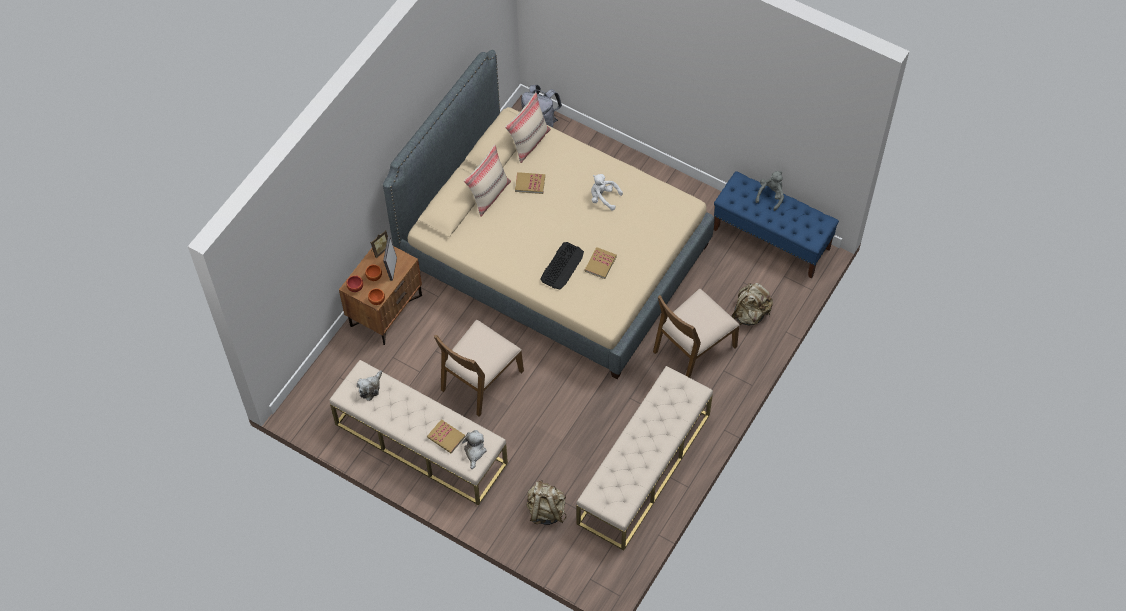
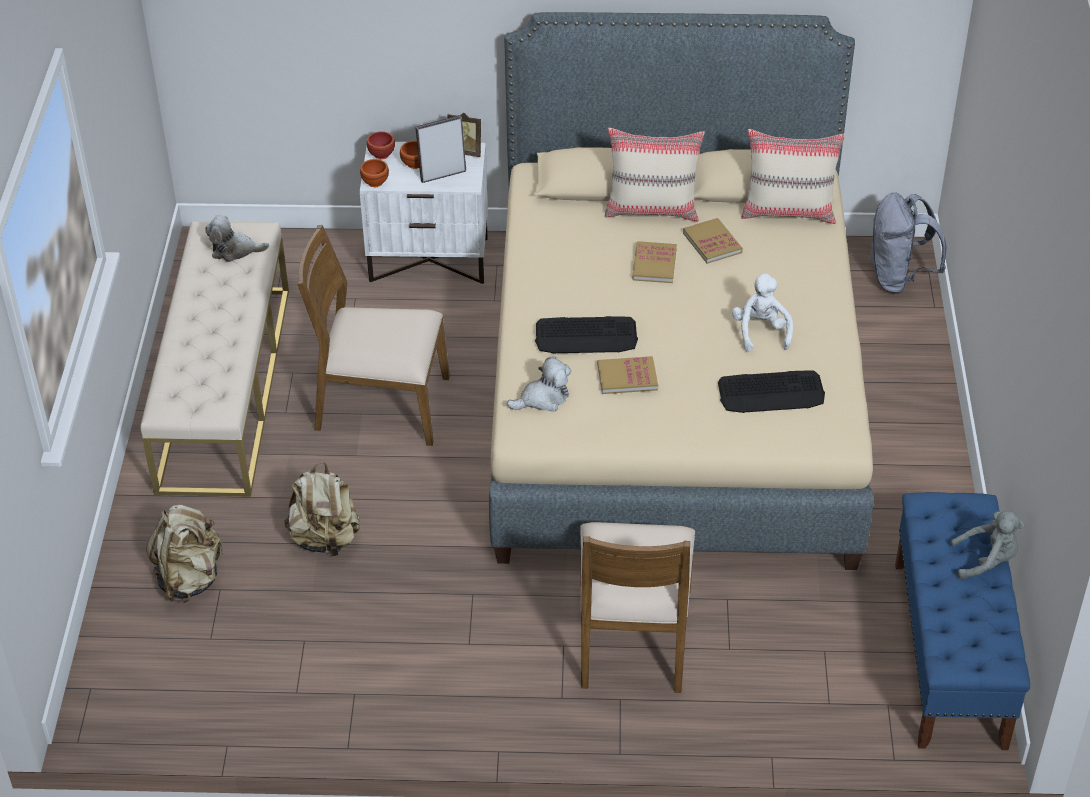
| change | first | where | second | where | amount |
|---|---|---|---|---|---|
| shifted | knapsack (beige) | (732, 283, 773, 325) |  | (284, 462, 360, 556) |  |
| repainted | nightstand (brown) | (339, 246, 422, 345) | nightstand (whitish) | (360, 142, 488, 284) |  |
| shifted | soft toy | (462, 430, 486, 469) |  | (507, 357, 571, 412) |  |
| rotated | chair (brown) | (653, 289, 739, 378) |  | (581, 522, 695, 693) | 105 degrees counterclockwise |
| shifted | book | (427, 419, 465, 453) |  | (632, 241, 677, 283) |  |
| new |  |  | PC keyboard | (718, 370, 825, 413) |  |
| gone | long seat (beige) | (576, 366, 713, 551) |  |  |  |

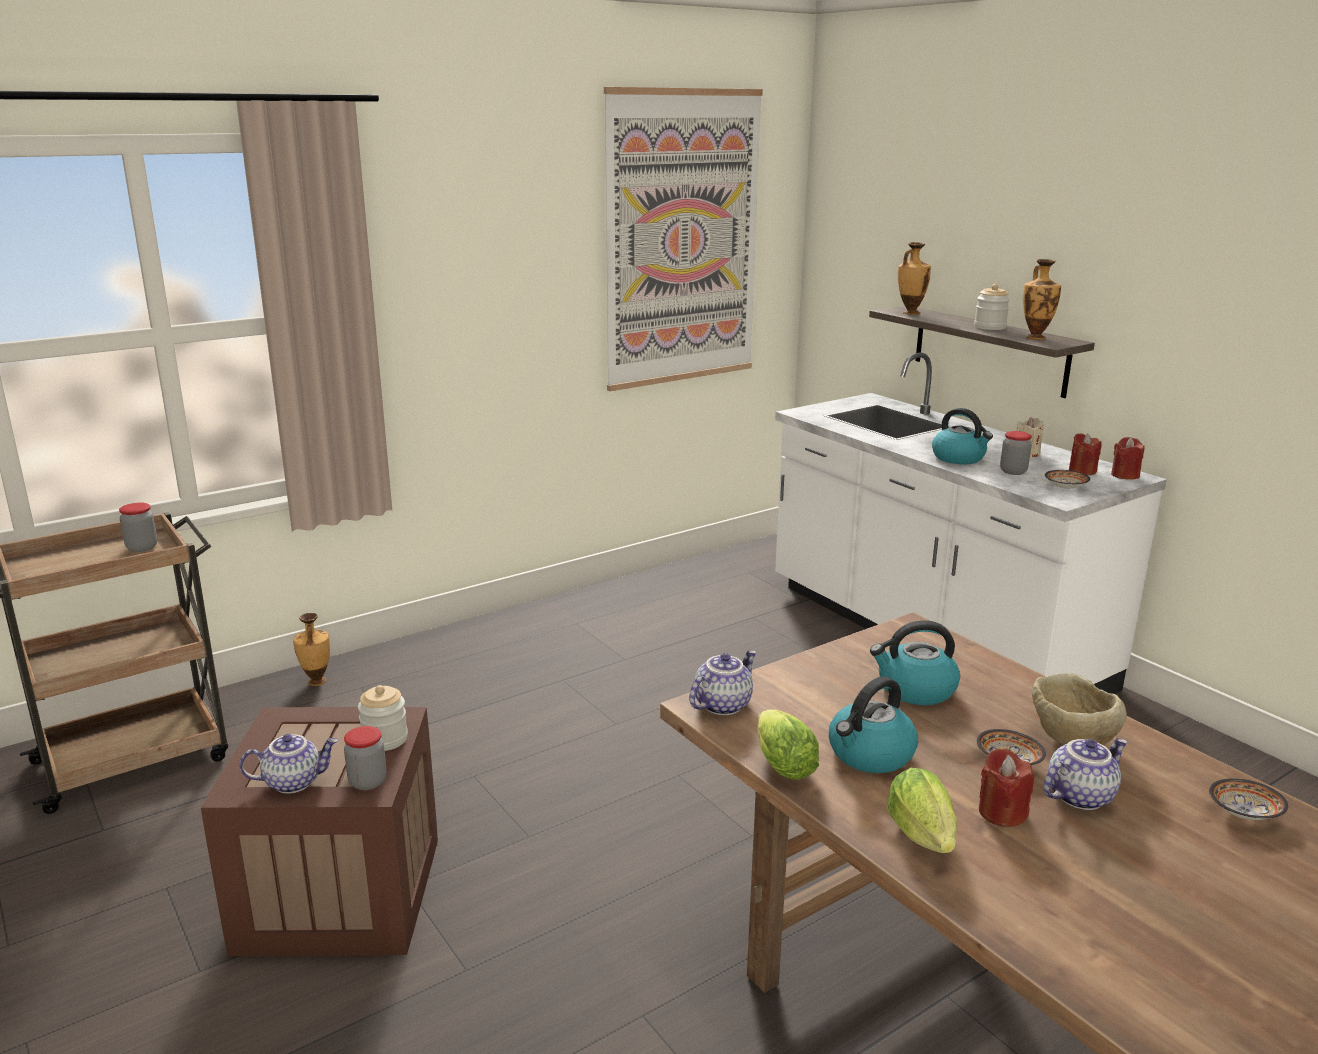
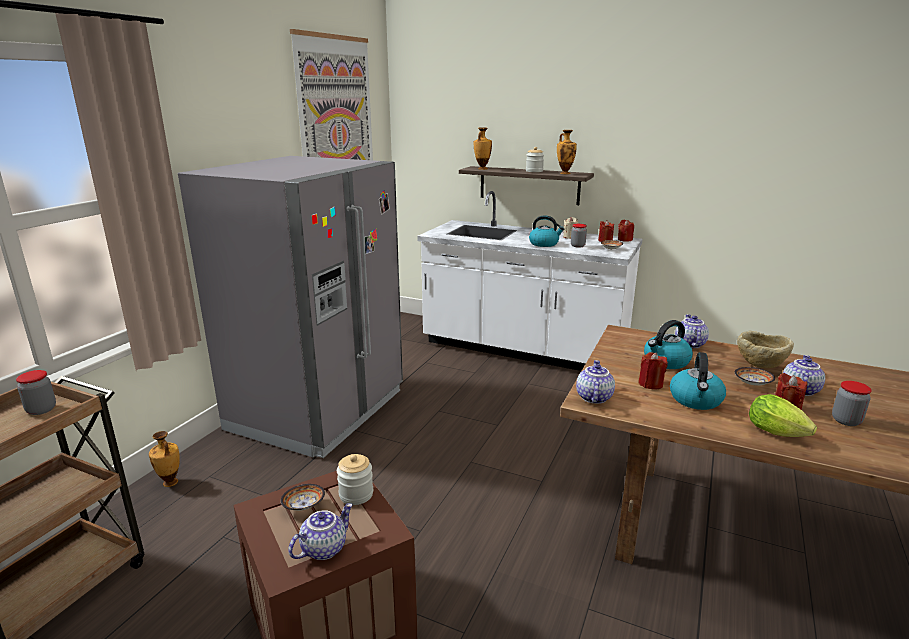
| change | first | where | second | where | amount |
|---|---|---|---|---|---|
| new |  |  | fridge (grey) | (178, 156, 403, 458) |  |
| shifted | serving bowl | (1209, 778, 1288, 820) |  | (280, 484, 325, 511) |  |
| new |  |  | wax light (red-coloured) | (638, 352, 668, 390) |  |
| new |  |  | teapot | (675, 314, 709, 348) |  |
| shifted | preserve jar | (344, 726, 387, 790) |  | (832, 381, 872, 426) |  |
| gone | lettuce head | (758, 709, 819, 780) |  |  |  |

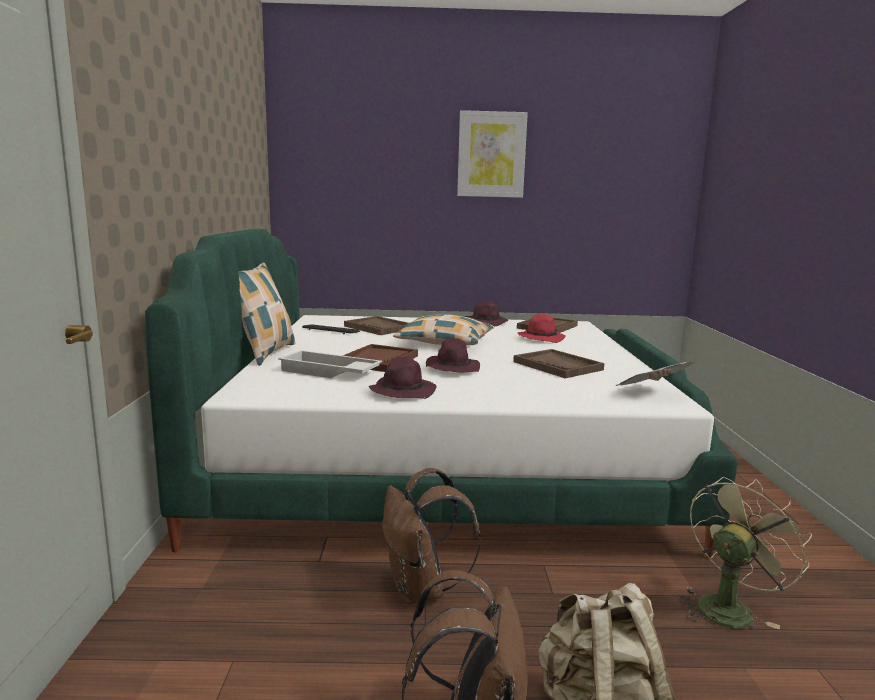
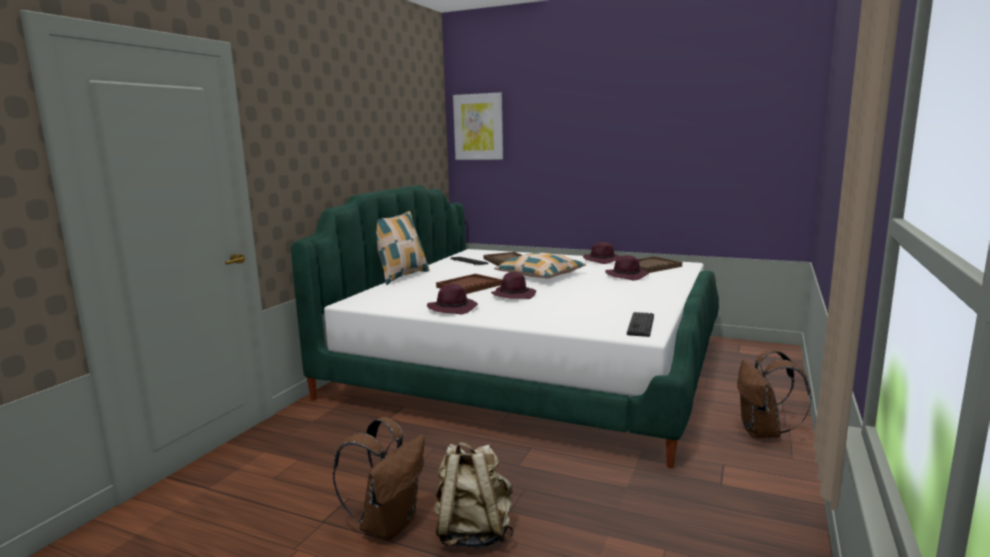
| change | first | where | second | where | amount |
|---|---|---|---|---|---|
| shifted | wall art | (457, 110, 528, 198) |  | (453, 92, 503, 160) |  |
| repainted | wearable hat (red-coloured) | (517, 314, 566, 343) | wearable hat (purplish) | (605, 255, 649, 281) |  |
| swapped | daily paper | (615, 361, 695, 386) | PC keyboard | (627, 312, 654, 337) |  |
| shifted | knapsack (brown) | (382, 468, 481, 604) |  | (737, 350, 812, 438) |  |
| gone | serving tray (whitish) | (278, 350, 382, 378) |  |  |  |
| gone | serving tray (brown) | (513, 349, 604, 378) |  |  |  |
| gone | electric fan (green) | (679, 477, 812, 629) |  |  |  |

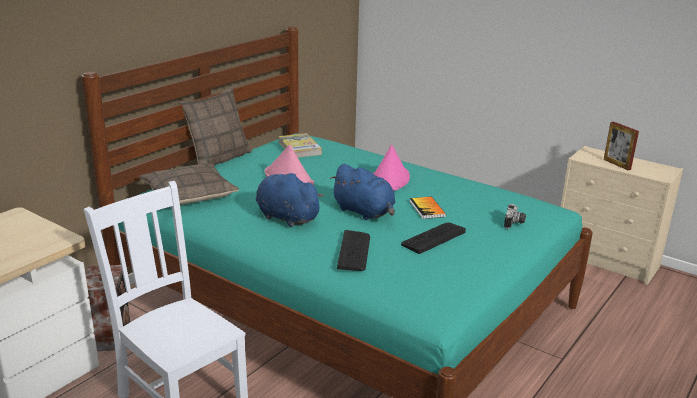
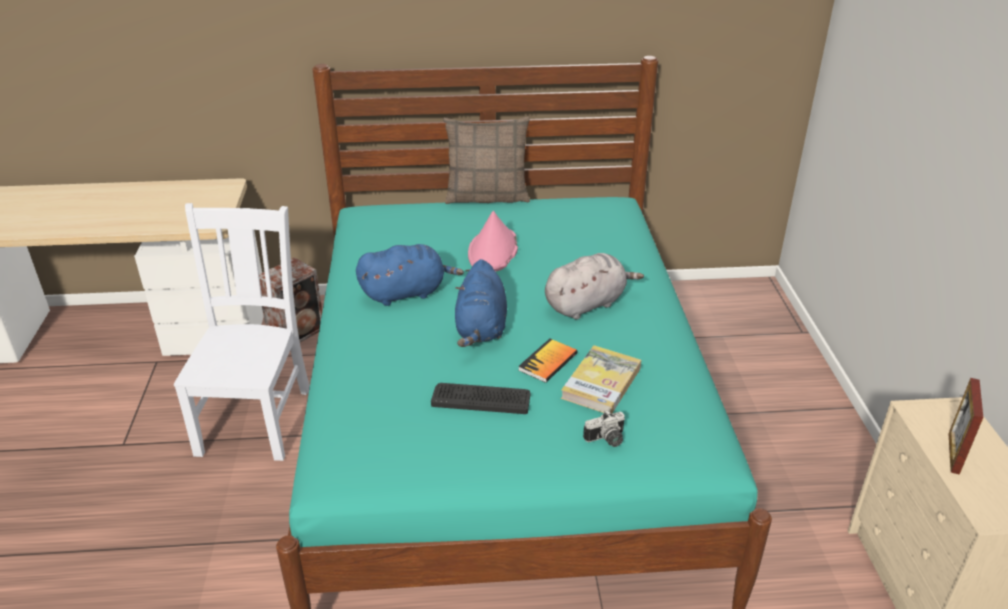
| change | first | where | second | where | amount |
|---|---|---|---|---|---|
| rotated | soft toy (blue) | (256, 173, 324, 227) |  | (356, 244, 464, 306) | 75 degrees clockwise |
| swapped | wearable hat (pink-coloured) | (373, 145, 410, 191) | soft toy (grey) | (545, 253, 644, 320) |  |
| shifted | book | (278, 133, 322, 158) |  | (561, 345, 641, 414) |  |
| gone | throw pillow | (139, 163, 239, 205) |  |  |  |
| gone | PC keyboard | (337, 230, 370, 271) |  |  |  |

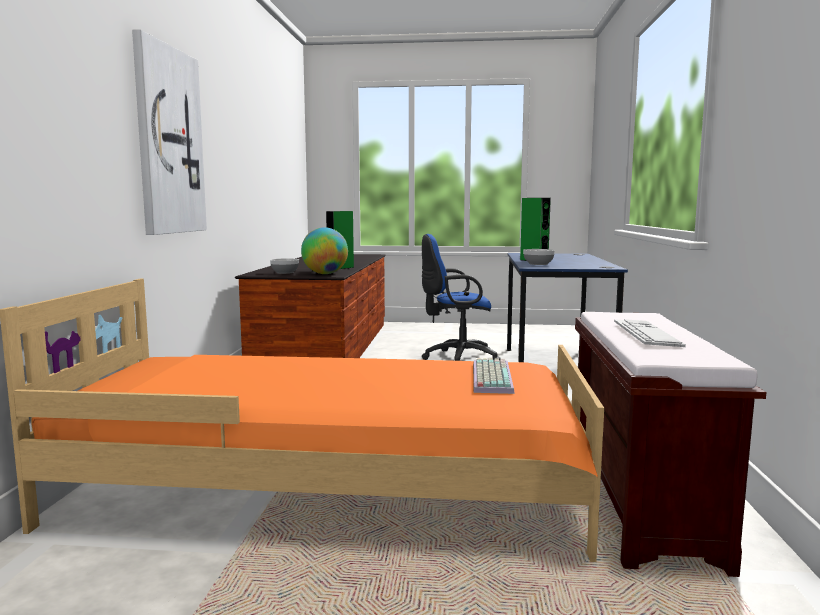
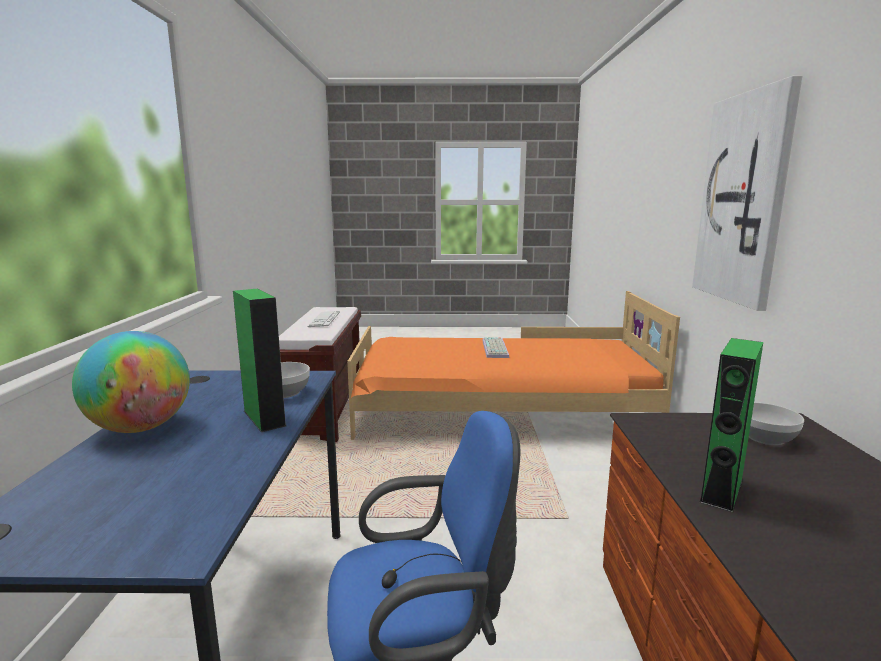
| change | first | where | second | where | amount |
|---|---|---|---|---|---|
| shifted | globe | (301, 227, 348, 274) |  | (72, 331, 190, 433) |  |
| shifted | PC keyboard | (473, 358, 515, 394) |  | (482, 337, 509, 358) |  |

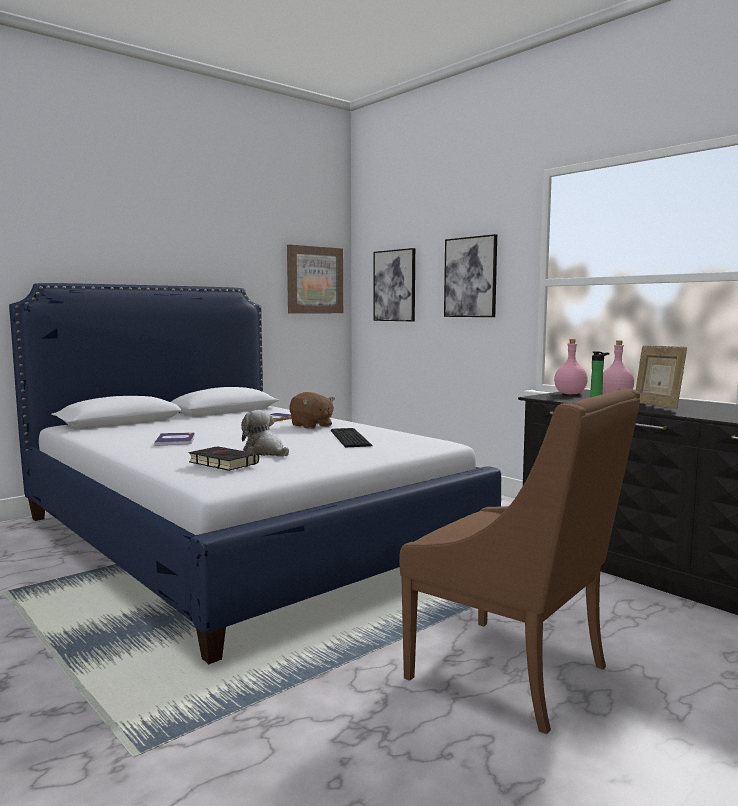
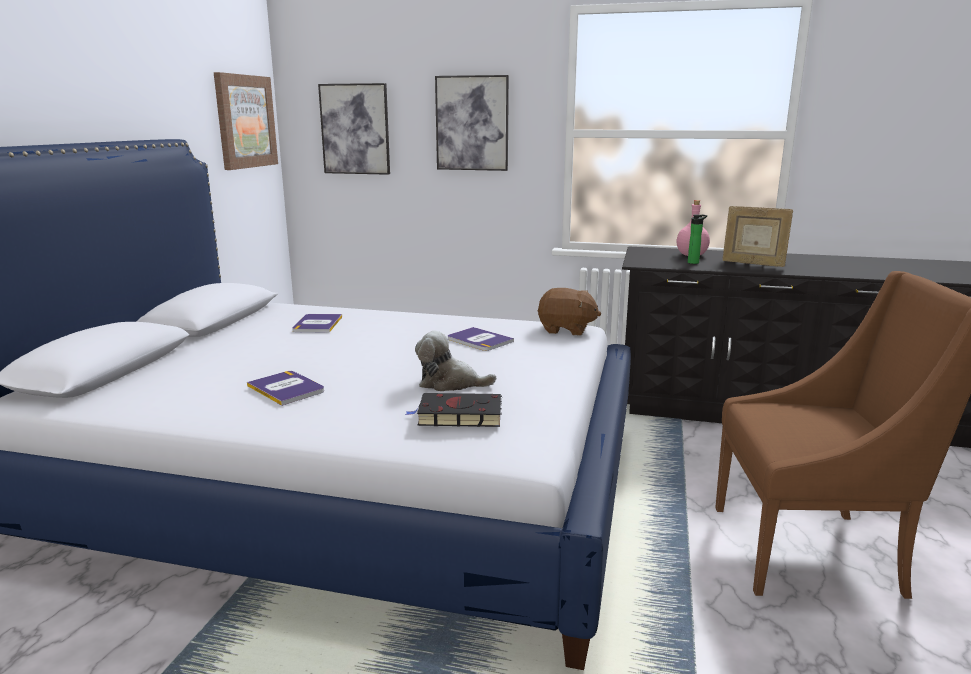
| change | first | where | second | where | amount |
|---|---|---|---|---|---|
| swapped | PC keyboard | (331, 428, 373, 447) | book | (448, 327, 514, 351) |  |
| shifted | soft toy (brown) | (289, 392, 335, 429) |  | (538, 288, 601, 336) |  |
| gone | bottle (pink-coloured) | (554, 339, 588, 394) |  |  |  |

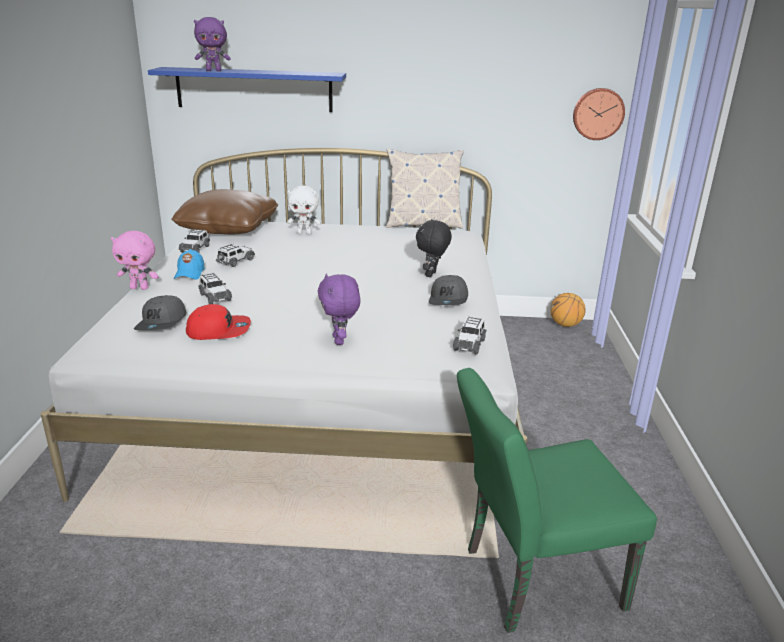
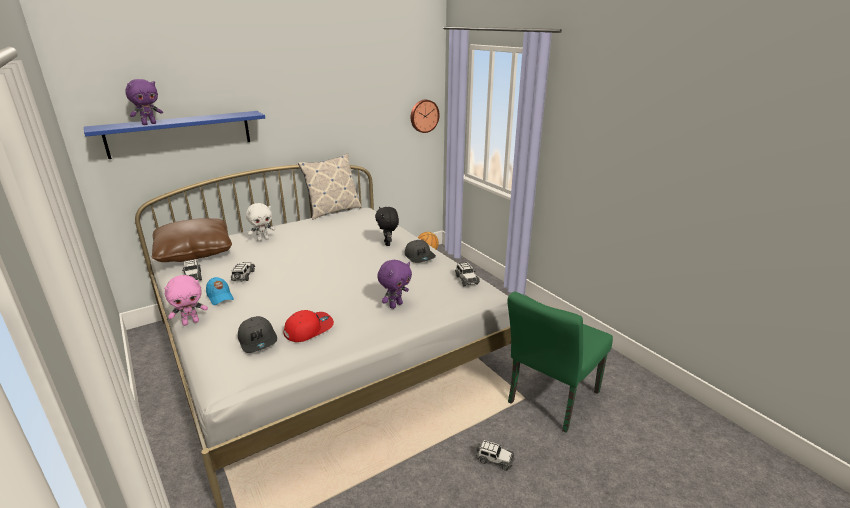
| change | first | where | second | where | amount |
|---|---|---|---|---|---|
| rotated | soft toy (purplish) | (318, 273, 360, 345) |  | (377, 260, 412, 309) | 90 degrees counterclockwise |
| shifted | miniature car | (198, 273, 232, 304) |  | (476, 440, 515, 471) |  |

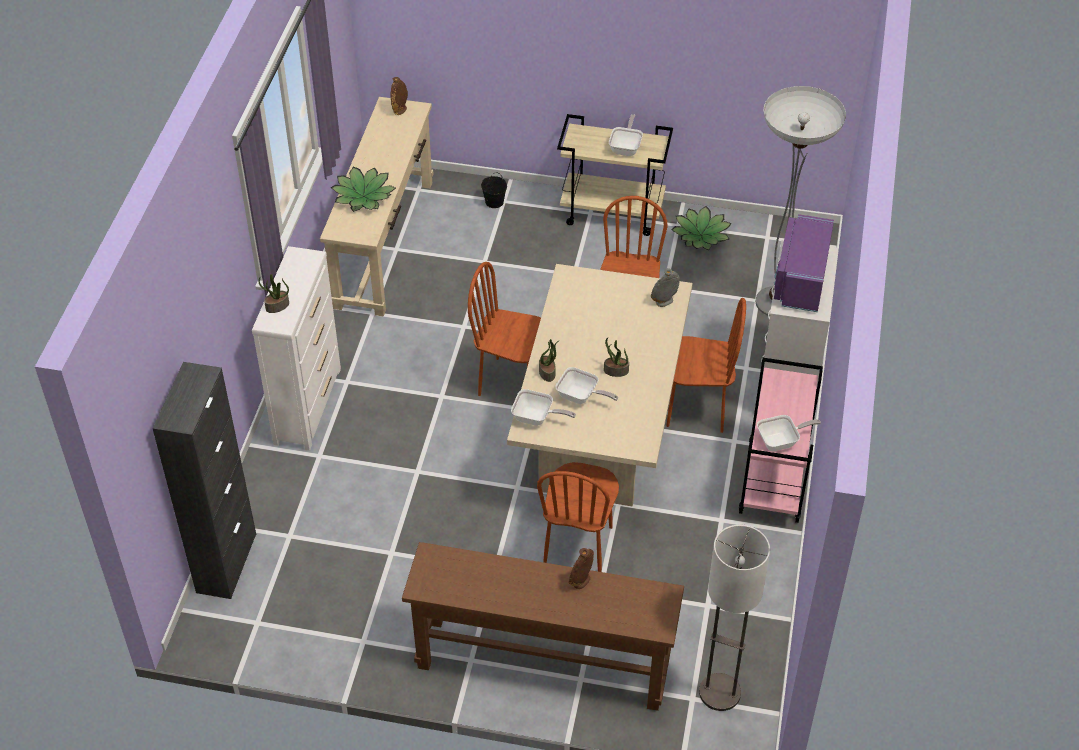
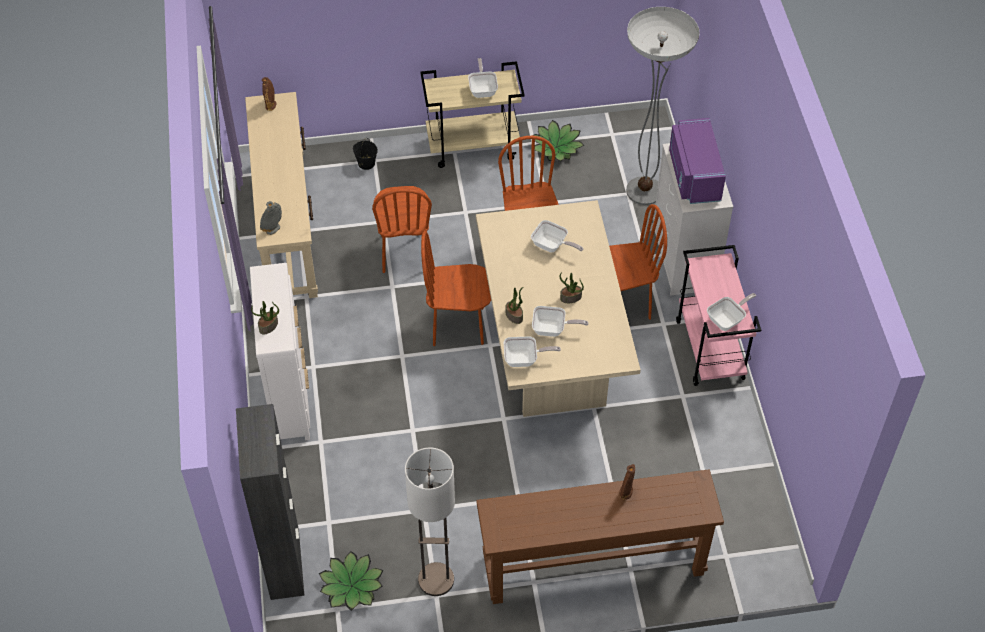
| change | first | where | second | where | amount |
|---|---|---|---|---|---|
| shifted | flower vase (grey) | (651, 268, 680, 307) |  | (260, 201, 282, 235) |  |
| shifted | houseplant | (331, 167, 396, 212) |  | (319, 551, 383, 611) |  |
| shifted | chair (brown) | (537, 462, 619, 572) |  | (372, 186, 432, 273) |  |
| shifted | standard lamp | (699, 524, 770, 711) |  | (405, 448, 455, 596) |  |
| new |  |  | frying pan | (531, 220, 583, 252) |  |

